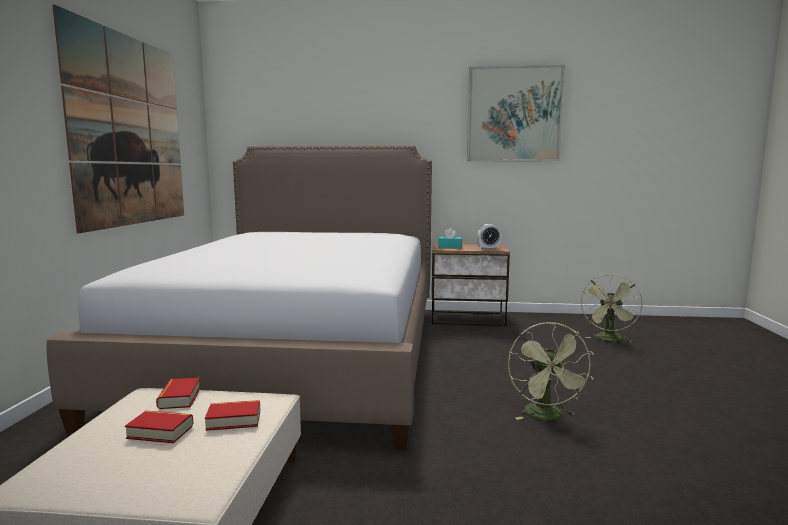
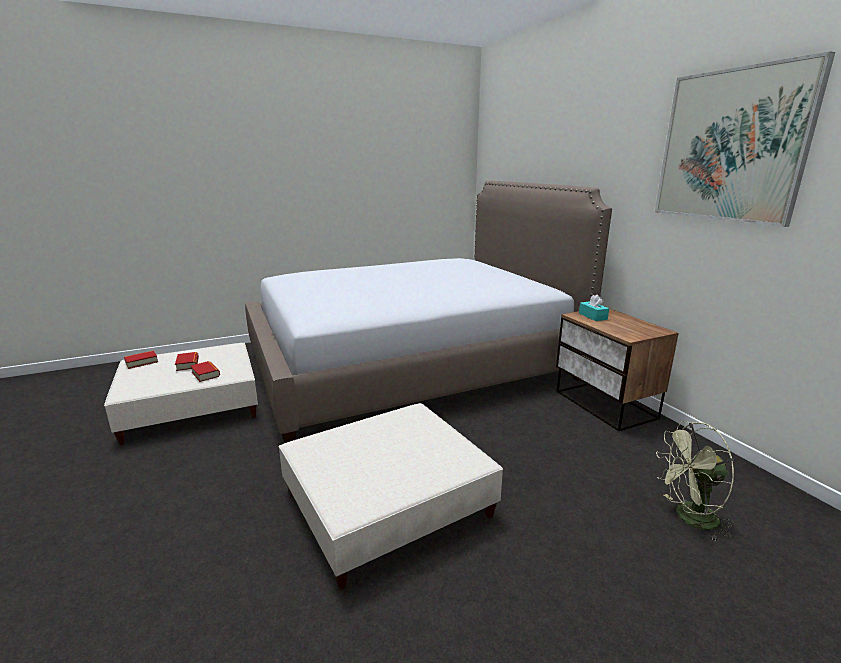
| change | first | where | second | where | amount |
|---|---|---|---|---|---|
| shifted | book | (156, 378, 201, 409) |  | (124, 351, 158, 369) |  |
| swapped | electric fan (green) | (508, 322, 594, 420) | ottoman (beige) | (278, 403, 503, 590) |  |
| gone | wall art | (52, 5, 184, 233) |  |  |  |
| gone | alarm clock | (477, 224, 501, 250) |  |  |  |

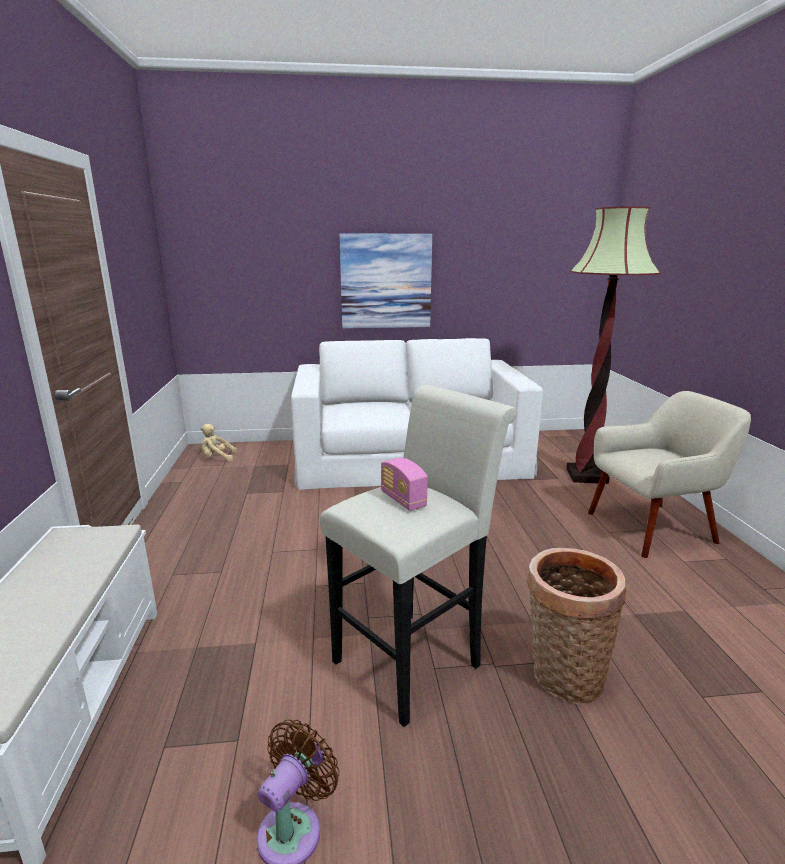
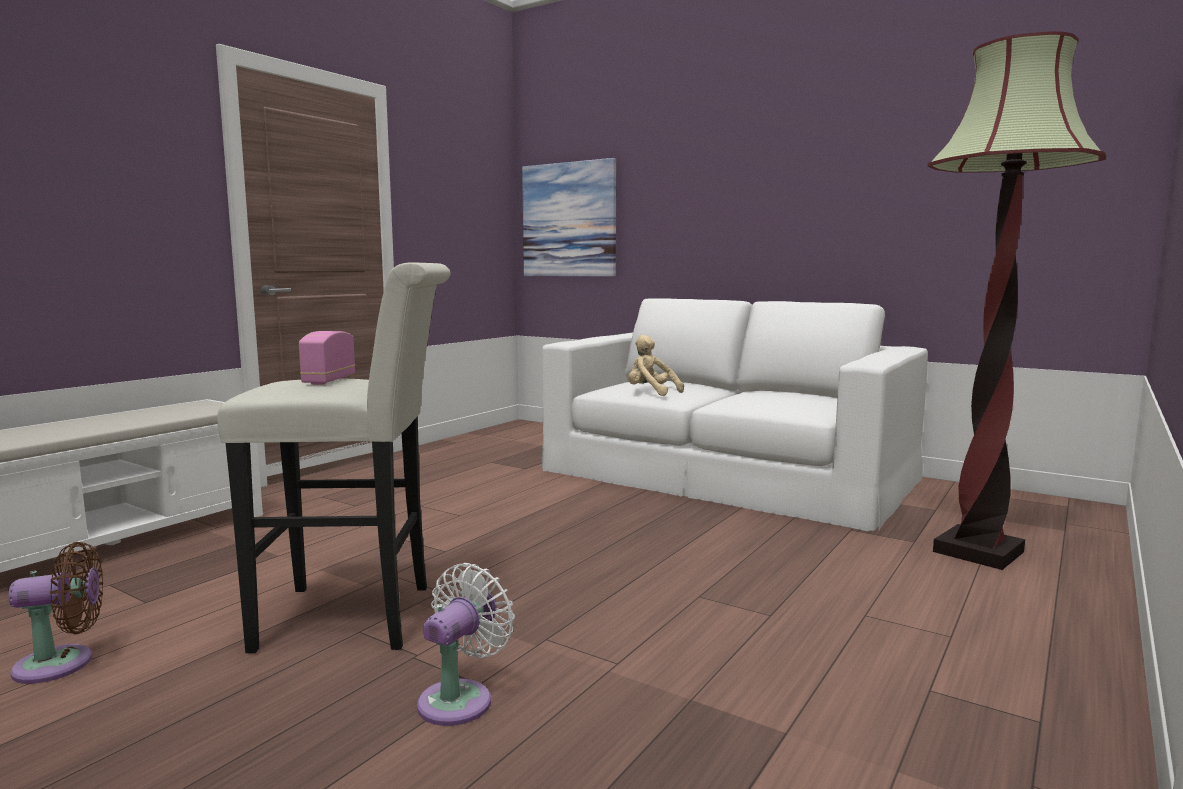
| change | first | where | second | where | amount |
|---|---|---|---|---|---|
| swapped | household basket | (527, 548, 626, 704) | electric fan (whitish) | (417, 563, 515, 726) |  |
| shifted | wall art | (339, 234, 432, 328) |  | (522, 158, 616, 277) |  |
| shifted | soft toy (beige) | (201, 424, 237, 462) |  | (628, 335, 684, 396) |  |
| gone | easy chair (beige) | (588, 391, 751, 558) |  |  |  |

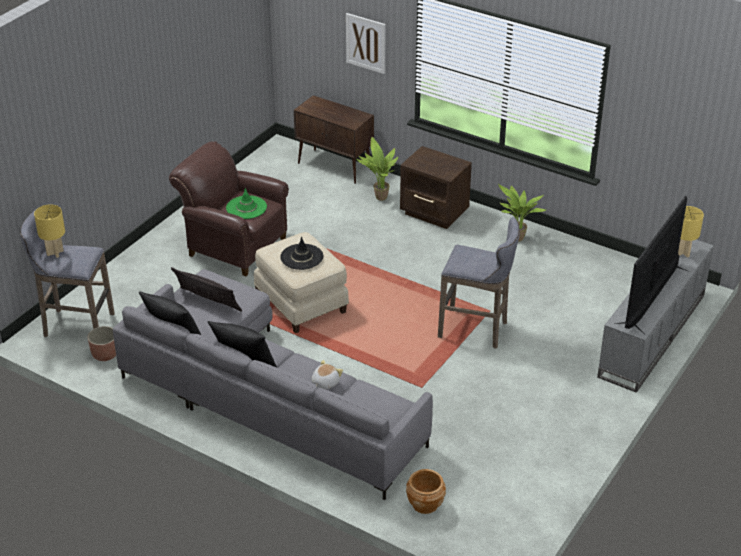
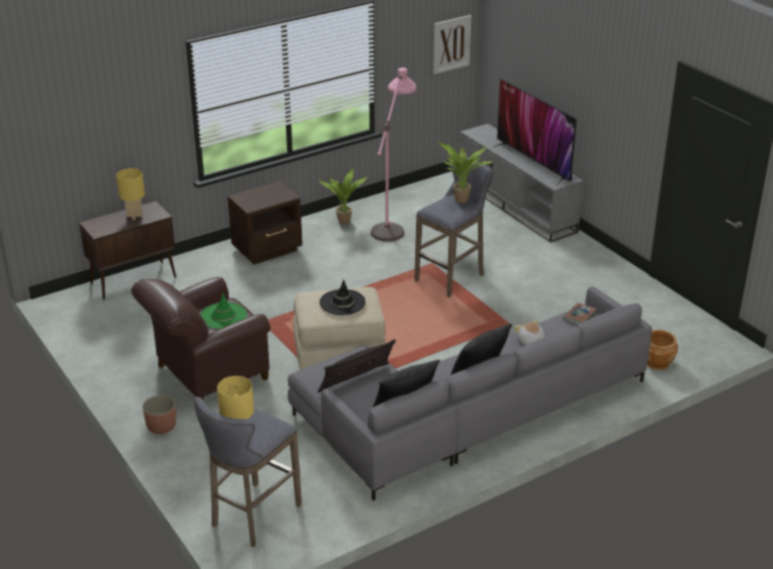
| change | first | where | second | where | amount |
|---|---|---|---|---|---|
| shifted | lamp for a table (yellow-coloured) | (678, 206, 704, 258) |  | (116, 168, 145, 220) |  |
| shifted | planter | (87, 326, 116, 361) |  | (143, 395, 176, 434) |  |
| new |  |  | standard lamp (pink-coloured) | (371, 68, 417, 242) |  |
| shifted | wall art | (346, 13, 386, 74) |  | (433, 15, 471, 74) |  |
| shifted | houseplant | (356, 137, 398, 201) |  | (438, 141, 493, 203) |  |
| new |  |  | book | (563, 303, 597, 325) |  |

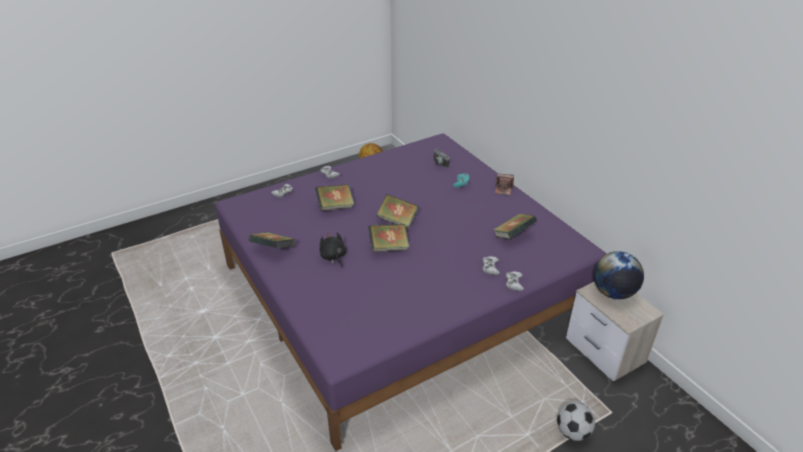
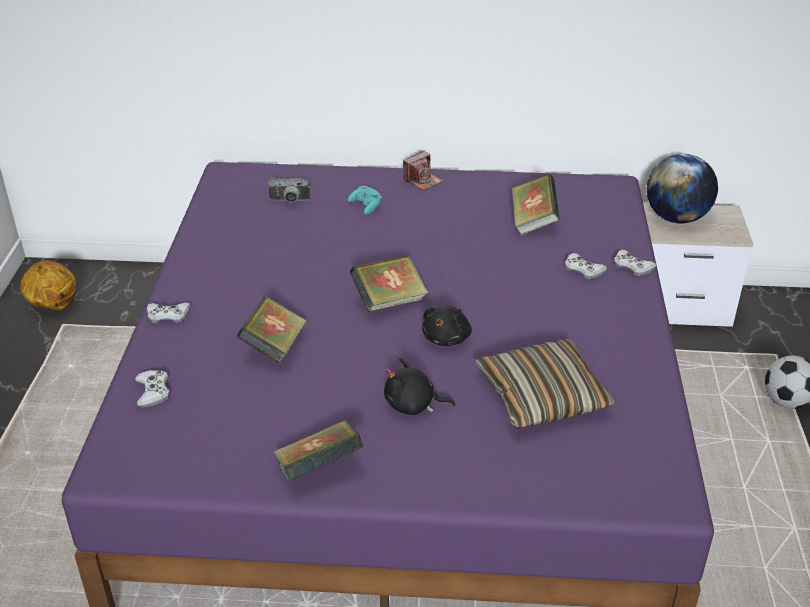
| change | first | where | second | where | amount |
|---|---|---|---|---|---|
| swapped | book | (368, 224, 409, 252) | soft toy (black) | (422, 305, 472, 346) |  |
| new |  |  | throw pillow | (475, 339, 616, 429) |  |

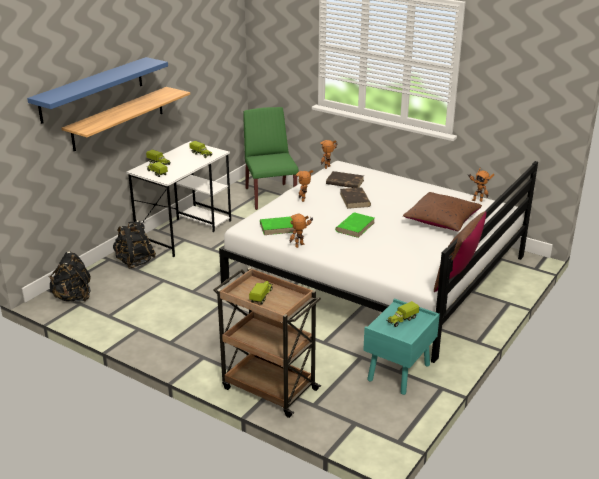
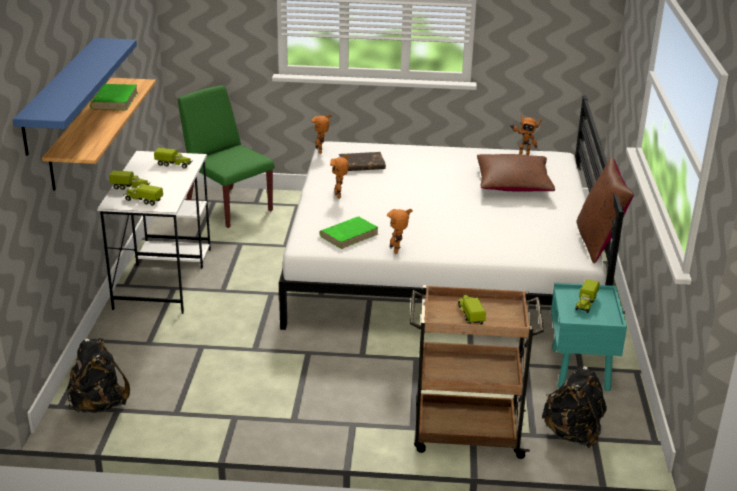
| change | first | where | second | where | amount |
|---|---|---|---|---|---|
| shifted | book (green) | (335, 213, 374, 238) |  | (90, 84, 138, 110) |  |
| shifted | knapsack (black) | (113, 220, 156, 269) |  | (542, 366, 607, 448) |  |
| gone | book (brown) | (340, 187, 371, 209) |  |  |  |

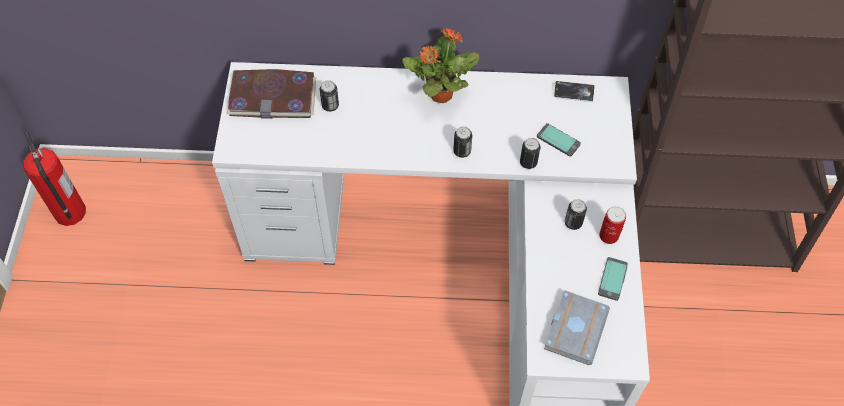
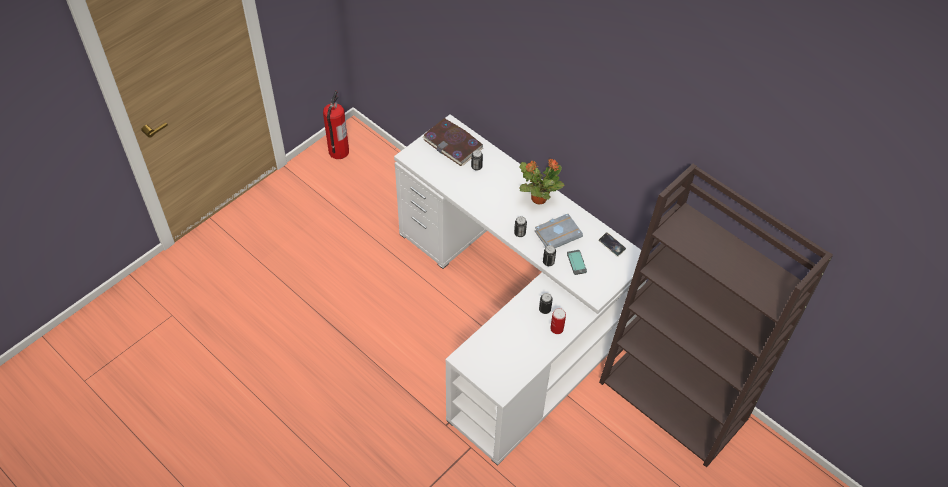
| change | first | where | second | where | amount |
|---|---|---|---|---|---|
| shifted | book (grey) | (544, 290, 610, 365) |  | (535, 214, 583, 248) |  |
| gone | handset | (598, 257, 628, 301) |  |  |  |

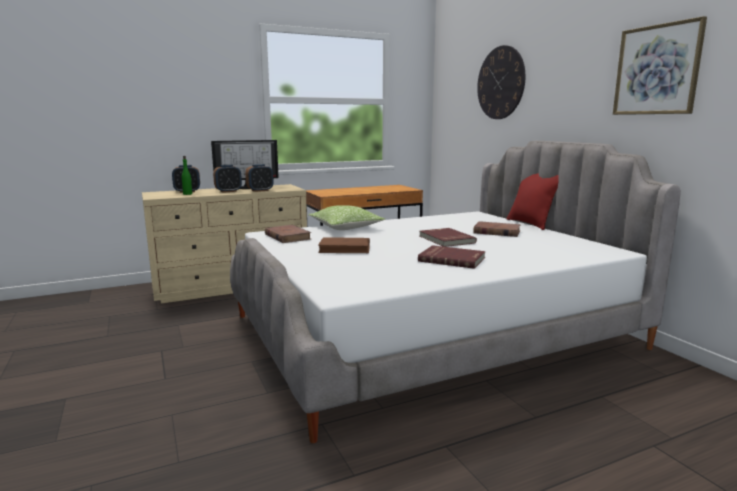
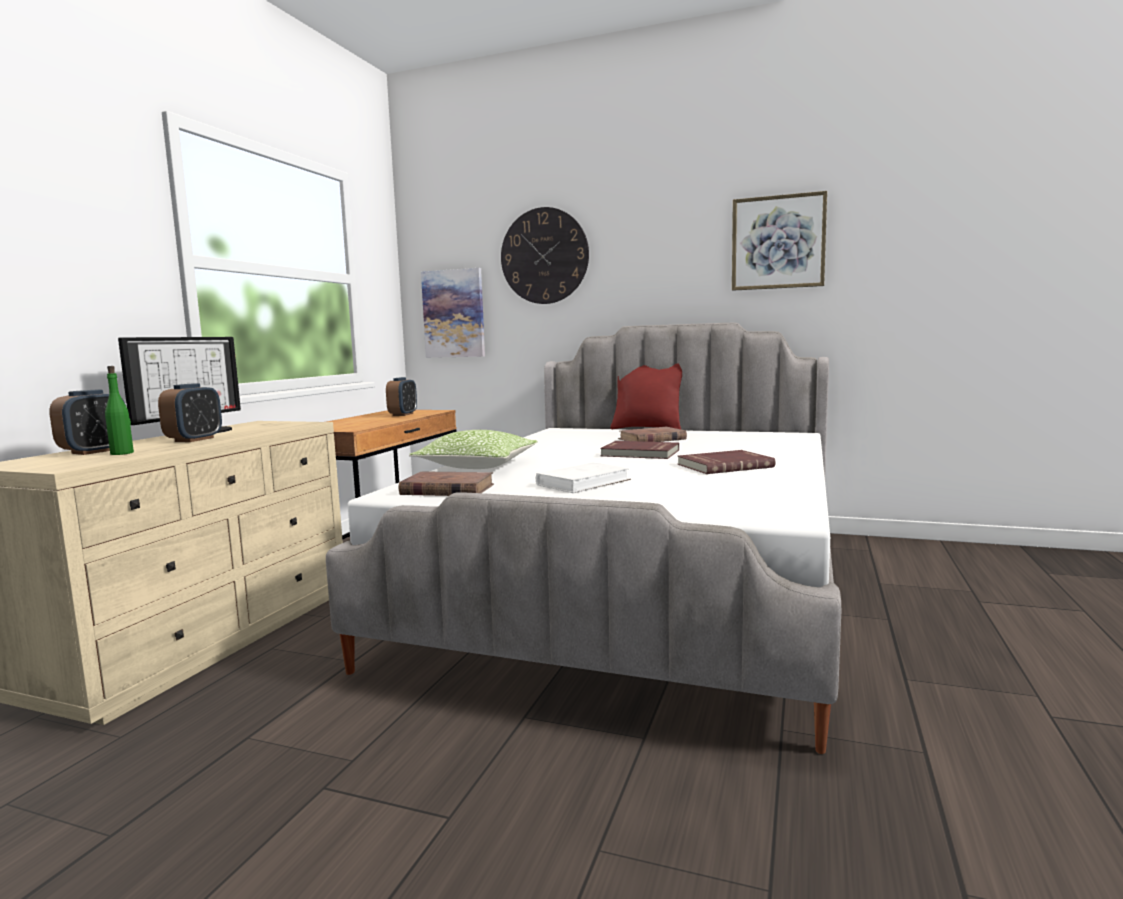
| change | first | where | second | where | amount |
|---|---|---|---|---|---|
| shifted | alarm clock | (245, 164, 273, 192) |  | (386, 377, 417, 416) |  |
| new |  |  | wall art | (421, 268, 485, 358) |  |
| repainted | book (brown) | (318, 237, 370, 253) | book (whitish) | (536, 462, 631, 493) |  |

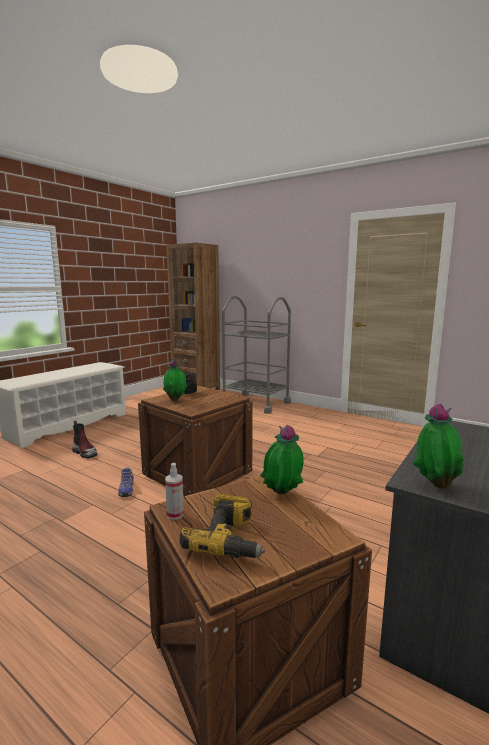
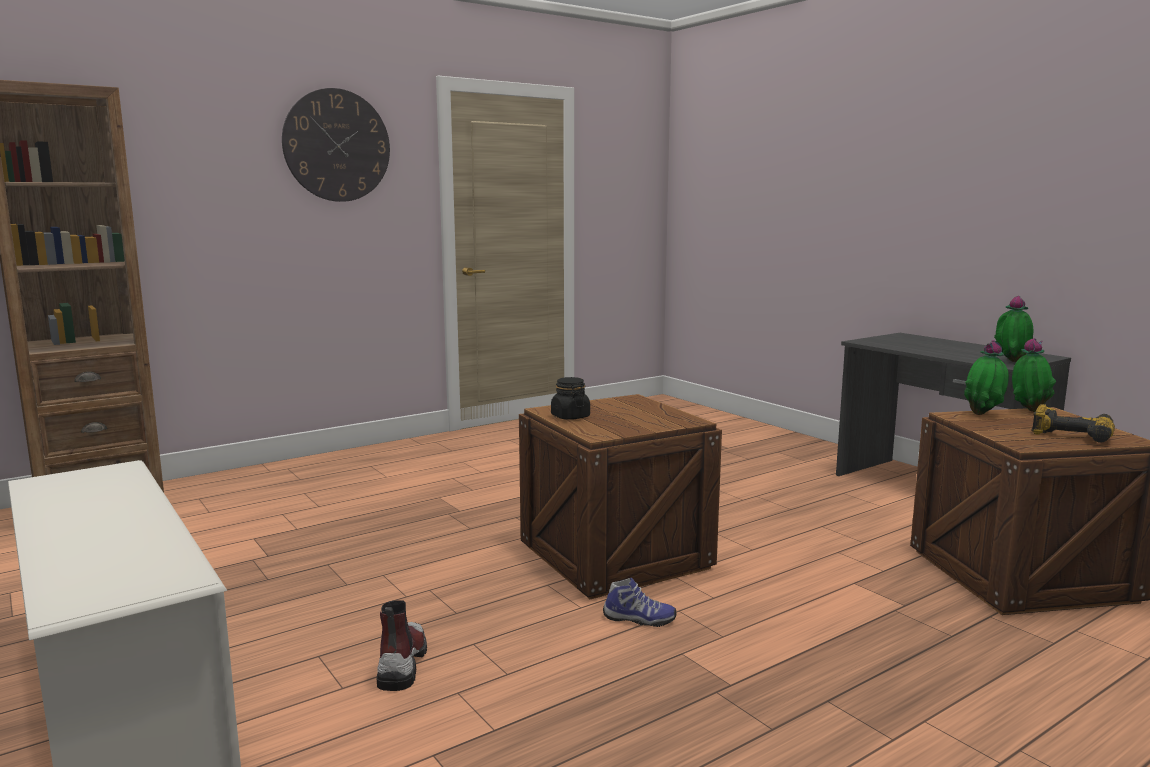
| change | first | where | second | where | amount |
|---|---|---|---|---|---|
| new |  |  | wall clock | (282, 88, 390, 202) |  |
| rotated | boot | (72, 420, 97, 458) |  | (376, 600, 427, 691) | 60 degrees counterclockwise |
| shifted | houseplant | (163, 359, 187, 401) |  | (1012, 338, 1056, 412) |  |
| gone | spray bottle | (165, 463, 184, 520) |  |  |  |
| gone | wheeled cart (grey) | (222, 296, 291, 414) |  |  |  |

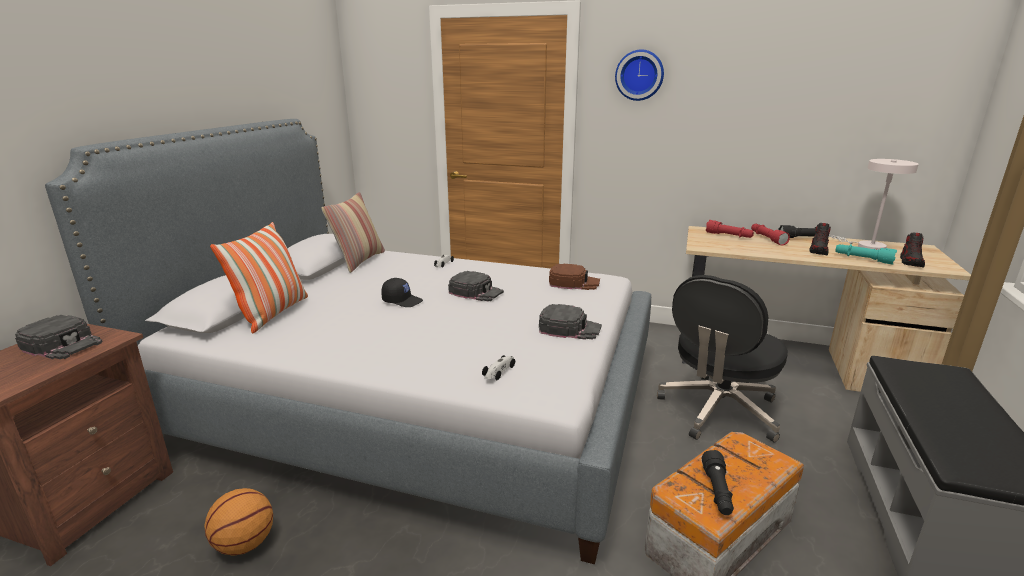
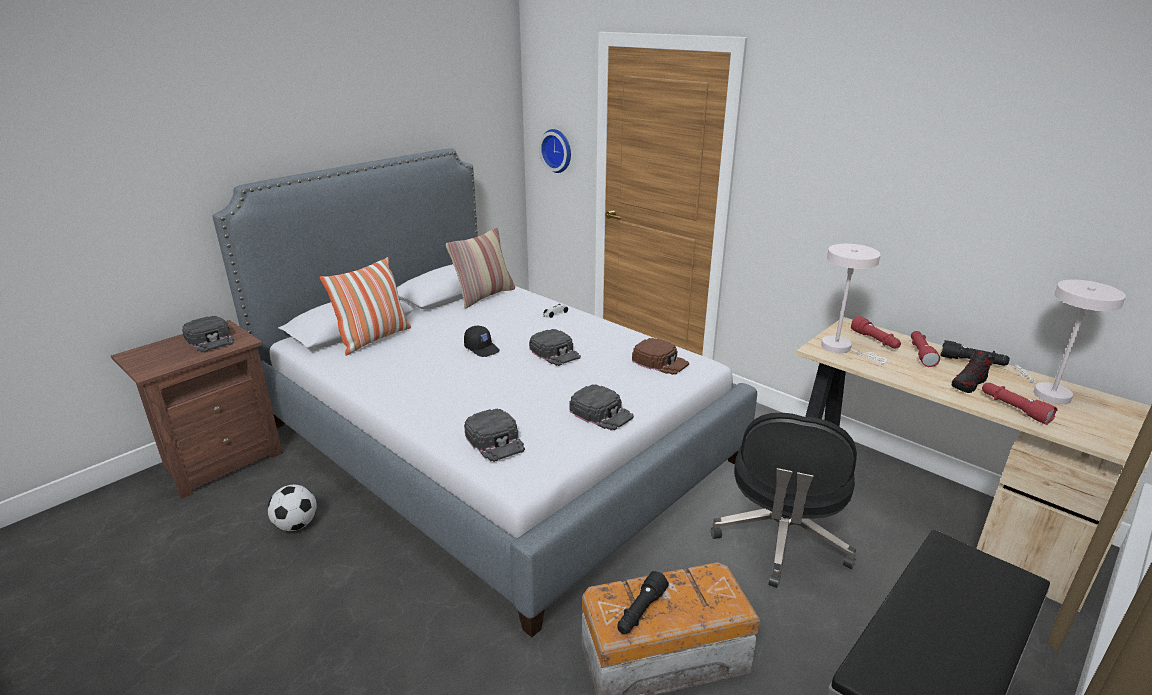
| change | first | where | second | where | amount |
|---|---|---|---|---|---|
| swapped | basketball ball | (204, 488, 273, 556) | football ball | (268, 485, 317, 531) |  |
| swapped | miniature car | (482, 355, 515, 380) | cap (black) | (464, 408, 525, 462) |  |
| shifted | wall clock | (615, 49, 664, 101) |  | (539, 129, 571, 173) |  |
| rotated | office chair (black) | (657, 275, 788, 443) |  | (711, 413, 857, 588) | 45 degrees counterclockwise |
| new |  |  | lamp for a table (whitish) | (821, 244, 887, 364) |  |
| repainted | flashlight (turquoise) | (835, 244, 897, 264) | flashlight (red-coloured) | (982, 383, 1058, 425) |  |
| gone | low shoe | (900, 233, 925, 267) |  |  |  |

